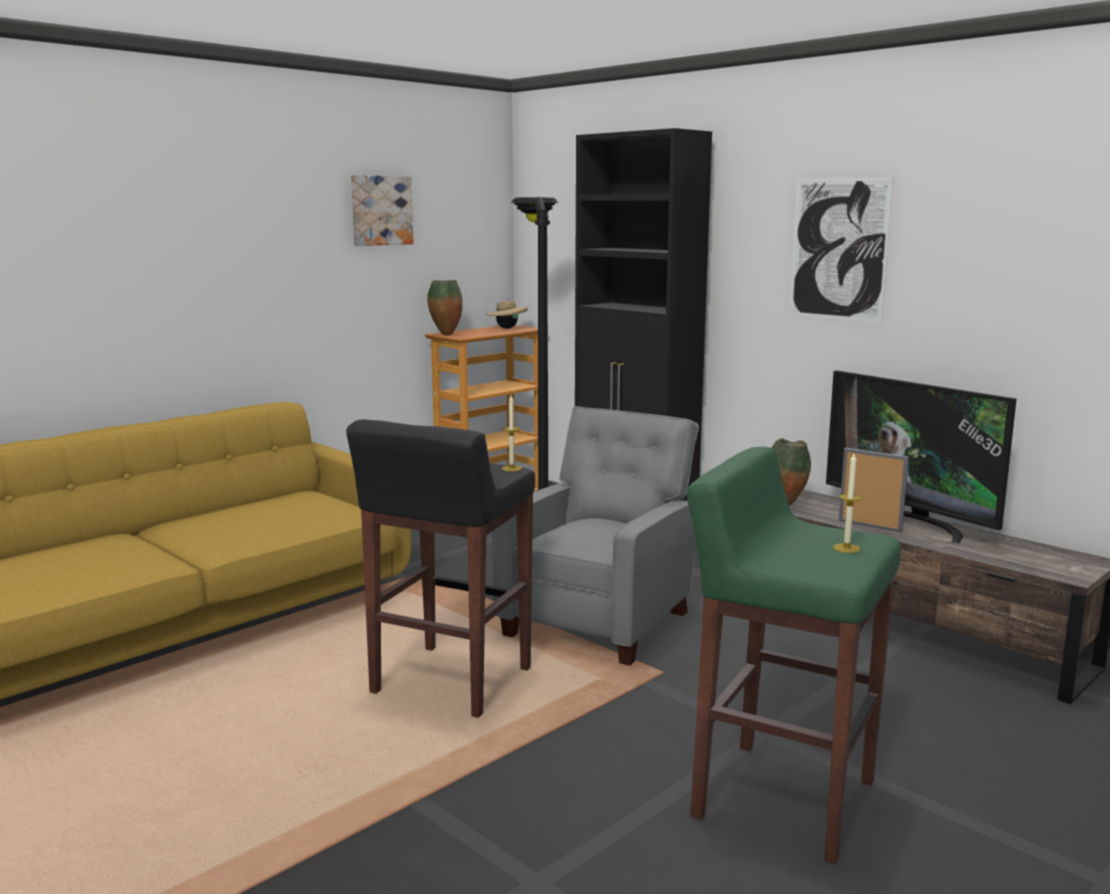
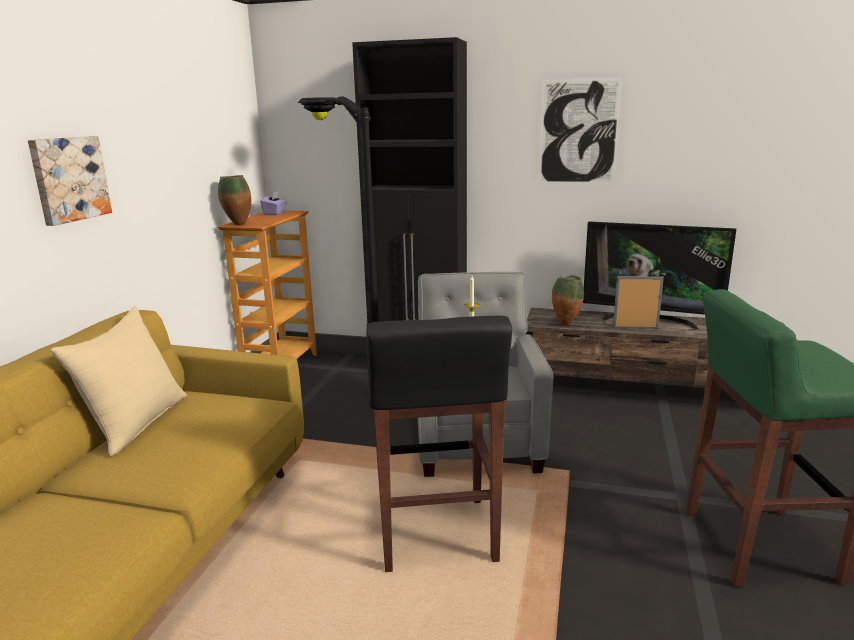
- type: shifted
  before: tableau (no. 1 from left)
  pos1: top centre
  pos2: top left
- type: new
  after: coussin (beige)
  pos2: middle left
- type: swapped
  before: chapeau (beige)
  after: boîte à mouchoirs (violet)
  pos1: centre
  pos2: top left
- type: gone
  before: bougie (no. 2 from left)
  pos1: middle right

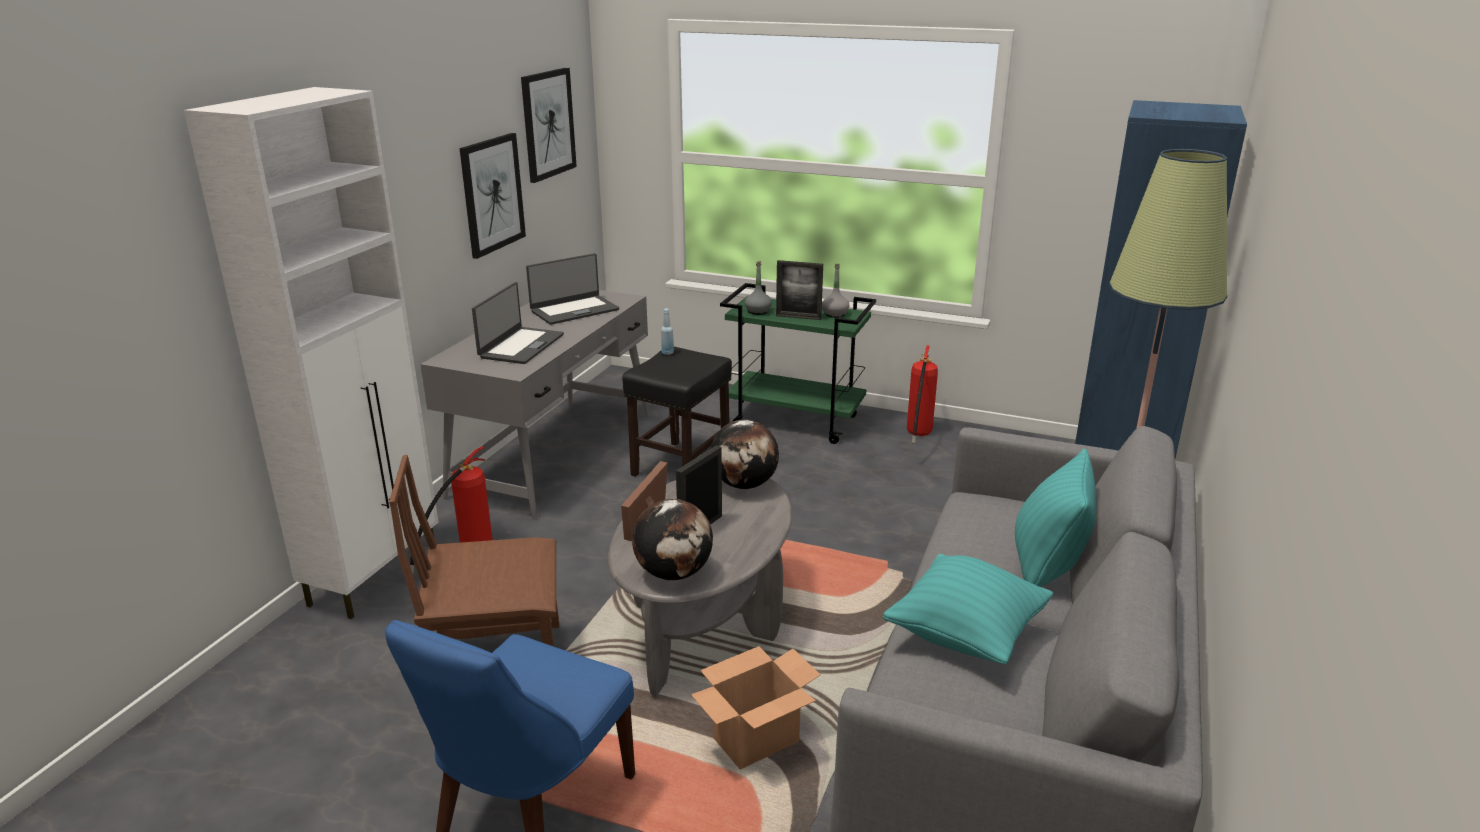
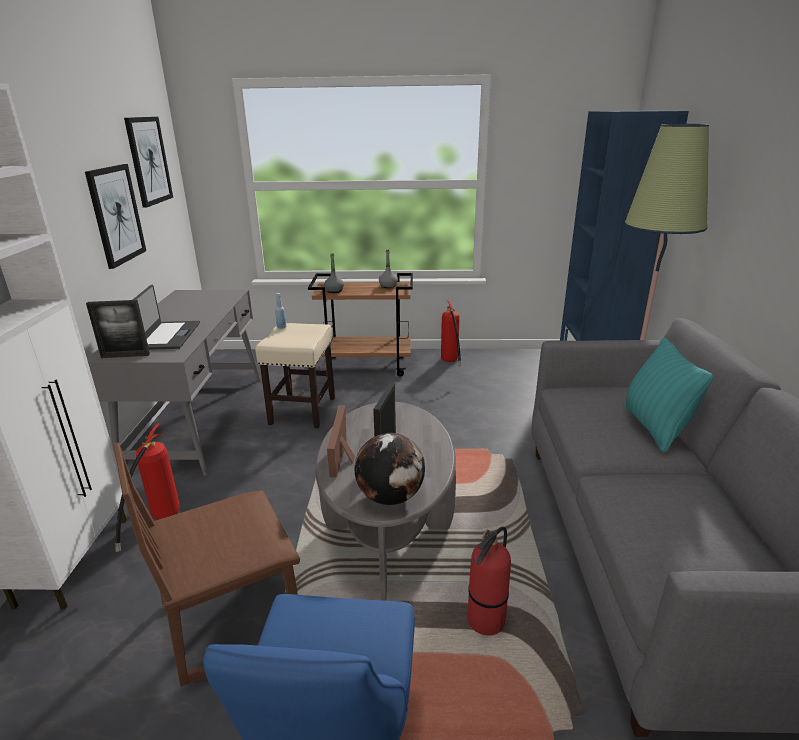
- type: shifted
  before: cadre photo (no. 3 from left in the first image)
  after: cadre photo (no. 1 from left)
  pos1: centre
  pos2: middle left
- type: repainted
  before: tabouret (noir)
  after: tabouret (beige)
  pos1: centre
  pos2: centre
- type: repainted
  before: chariot (vert)
  after: chariot (marron)
  pos1: centre
  pos2: centre
- type: swapped
  before: carton
  after: extincteur (no. 3 from left)
  pos1: bottom centre
  pos2: bottom centre
- type: gone
  before: ordinateur portable (no. 2 from left)
  pos1: centre
- type: gone
  before: globe (no. 2 from left)
  pos1: centre
- type: gone
  before: coussin (turquoise) (no. 1 from left)
  pos1: bottom centre

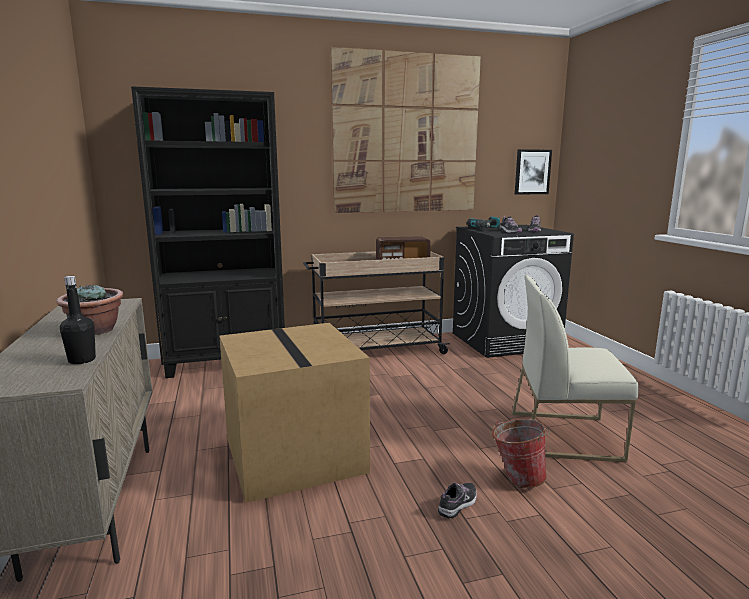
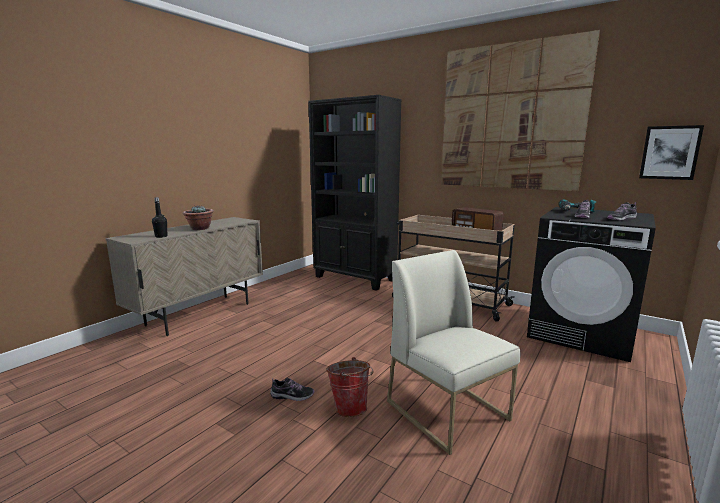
- type: gone
  before: carton
  pos1: bottom centre

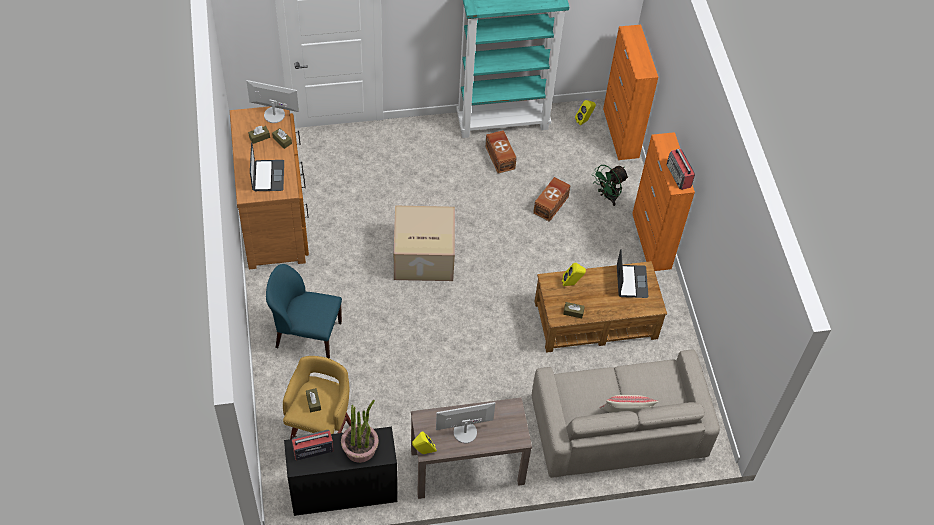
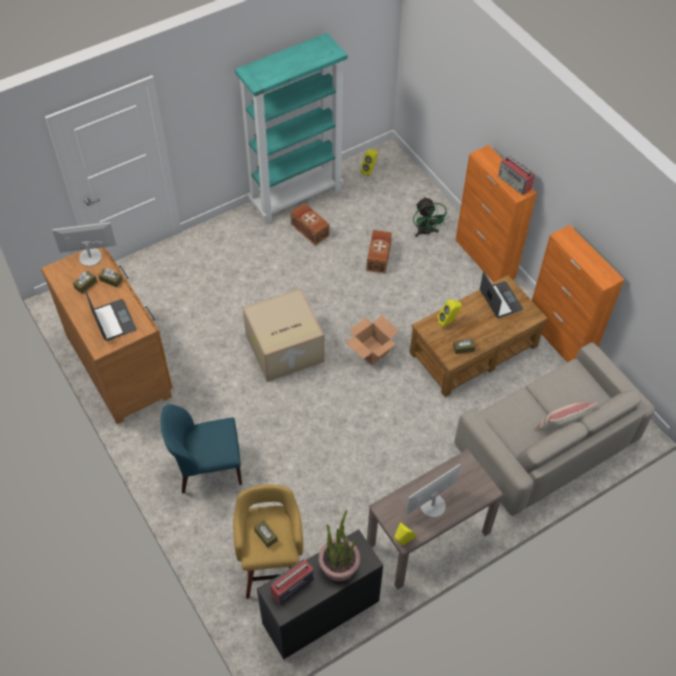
- type: new
  after: carton (no. 2 from left)
  pos2: centre
- type: rotated
  before: ventilateur (vert)
  pos1: centre
  pos2: top centre
  turn: -45
- type: shifted
  before: meuble de rangement (orange) (no. 1 from left in the first image)
  after: meuble de rangement (orange) (no. 2 from left)
  pos1: top right
  pos2: middle right

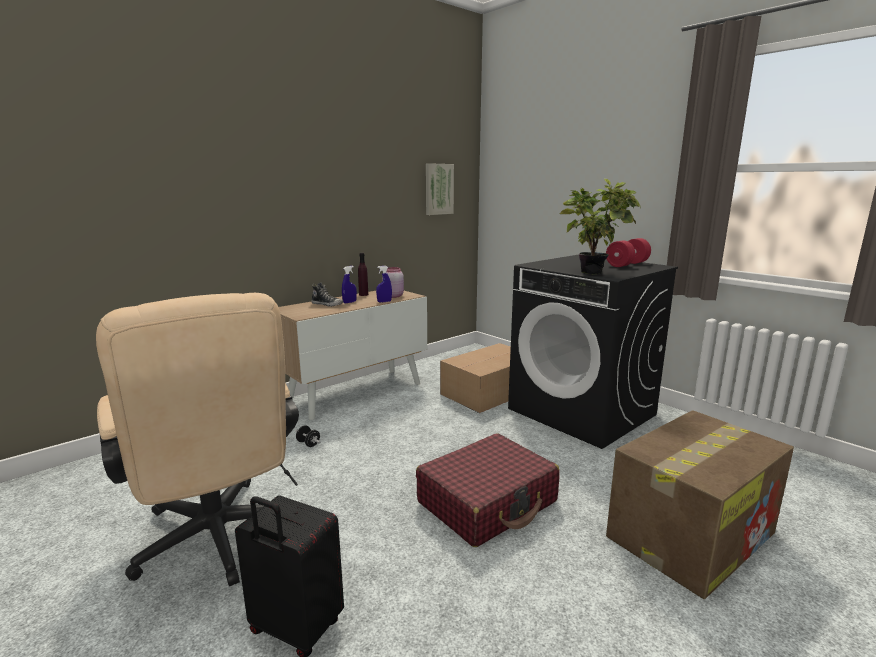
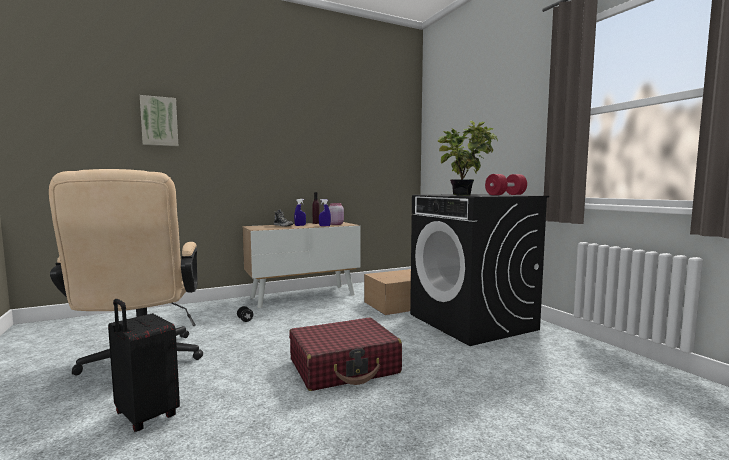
- type: shifted
  before: tableau
  pos1: top centre
  pos2: top left
- type: gone
  before: carton (no. 2 from left)
  pos1: bottom right

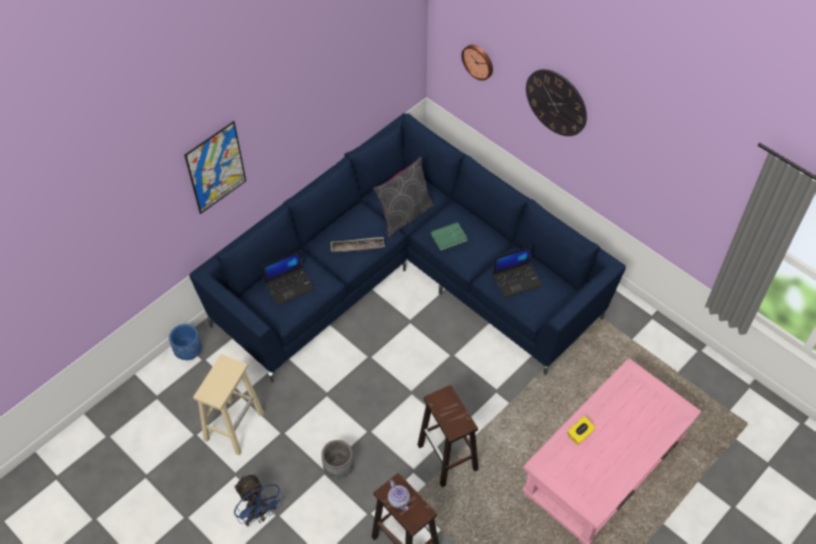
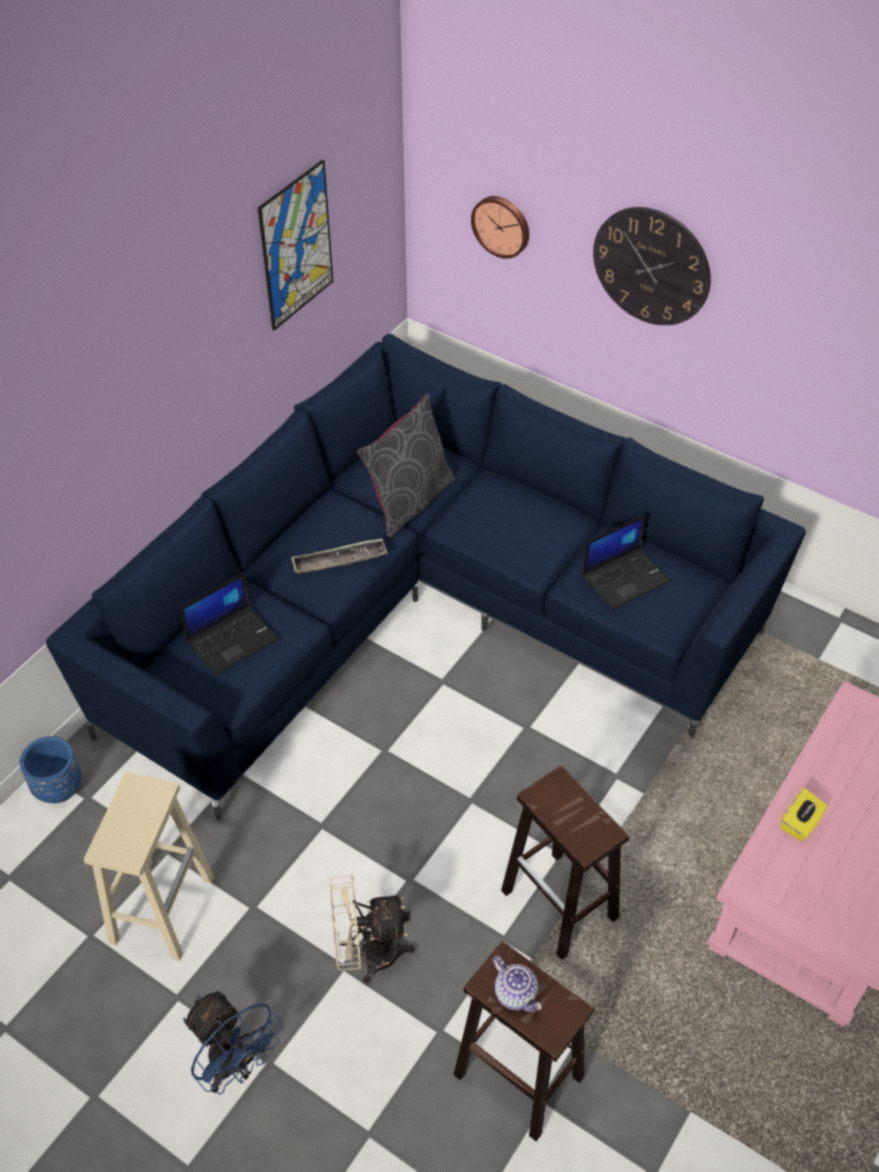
- type: shifted
  before: tableau
  pos1: top left
  pos2: top centre
- type: swapped
  before: cache-pot (gris)
  after: ventilateur (beige)
  pos1: bottom centre
  pos2: bottom centre
- type: gone
  before: livre (vert)
  pos1: centre

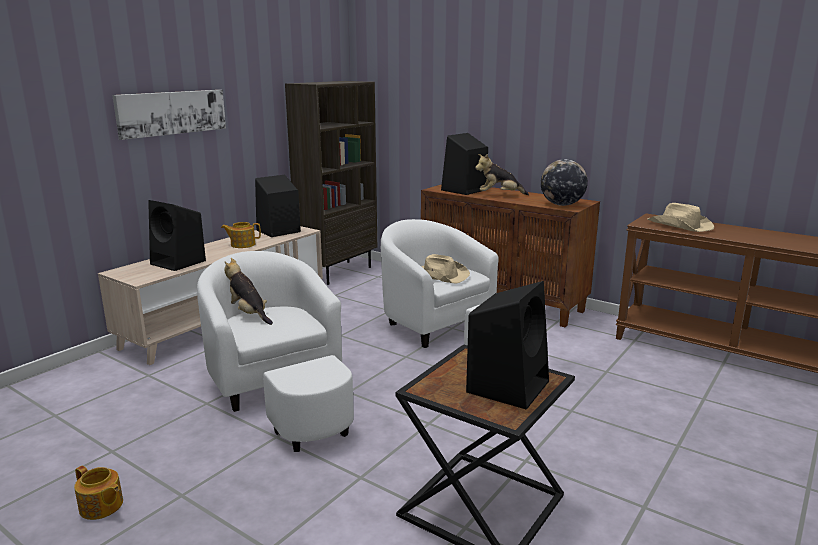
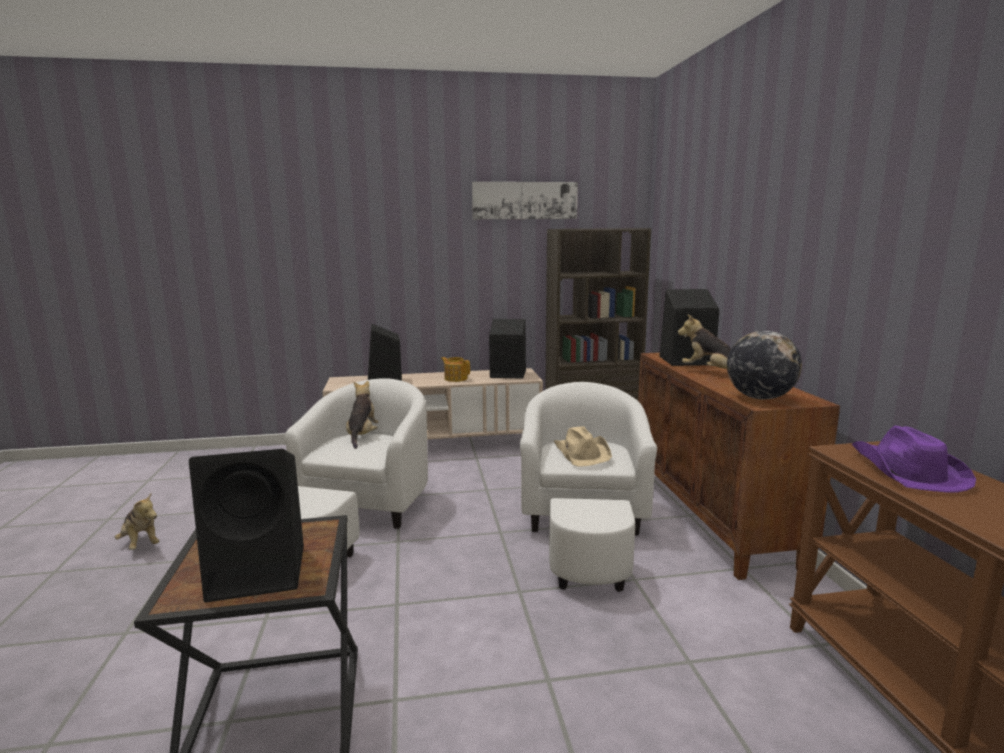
- type: swapped
  before: théière (no. 1 from left)
  after: peluche (no. 1 from left)
  pos1: bottom left
  pos2: bottom left
- type: shifted
  before: tableau
  pos1: top left
  pos2: top centre
- type: repainted
  before: chapeau (beige) (no. 2 from left)
  after: chapeau (violet)
  pos1: middle right
  pos2: middle right

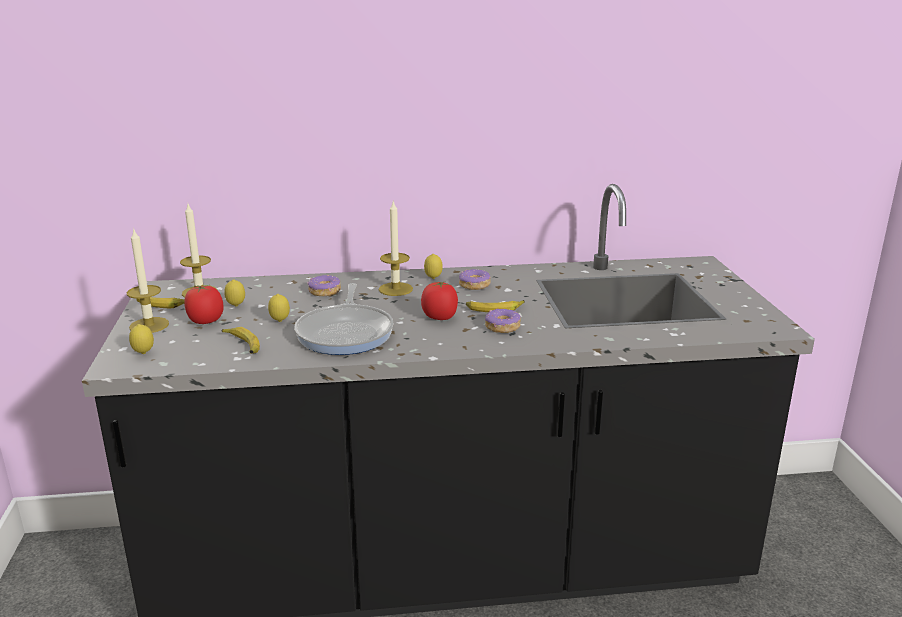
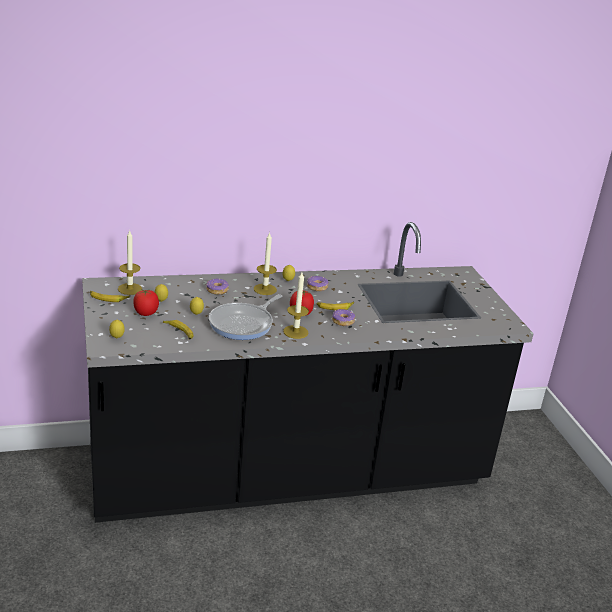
- type: rotated
  before: poêle
  pos1: centre
  pos2: centre
  turn: 45
- type: shifted
  before: bougie (no. 1 from left in the first image)
  after: bougie (no. 3 from left)
  pos1: middle left
  pos2: centre

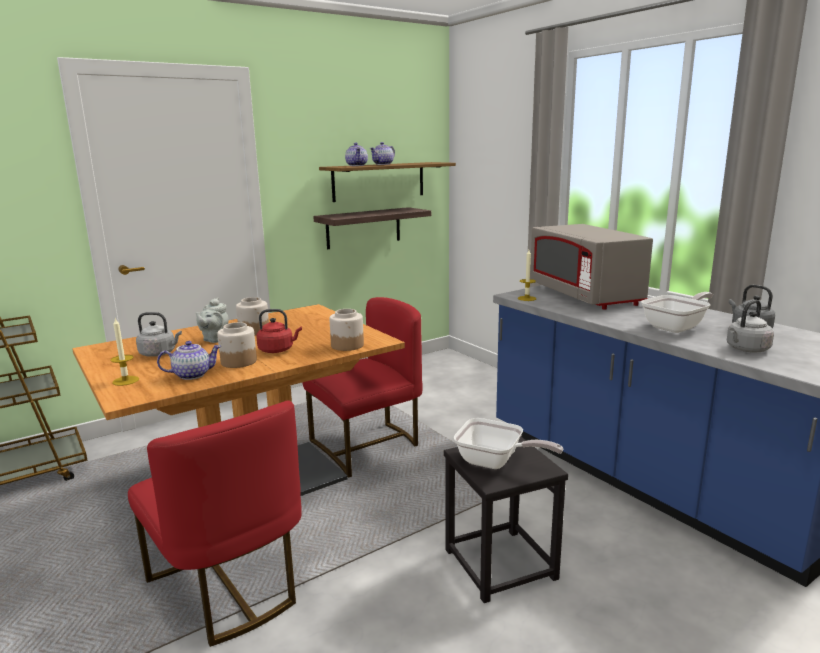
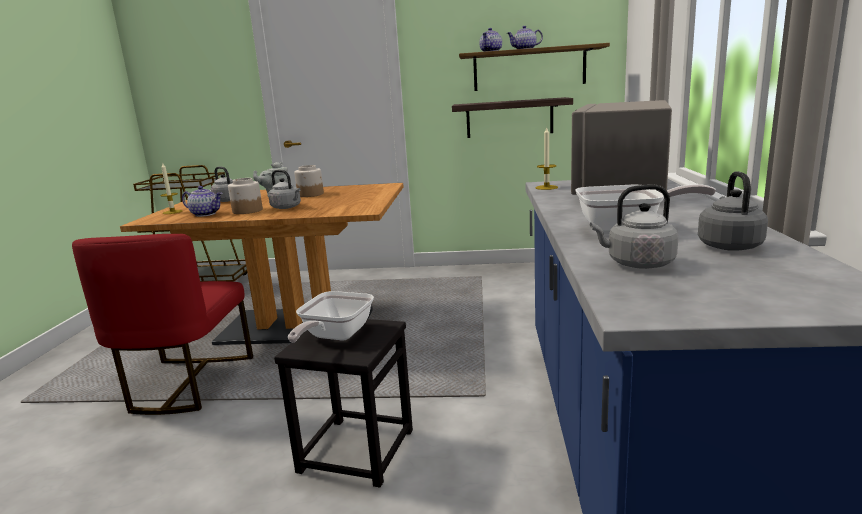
- type: repainted
  before: bouilloire (rouge)
  after: bouilloire (gris) (no. 2 from left)
  pos1: centre
  pos2: middle left
- type: rotated
  before: poêle (no. 1 from left)
  pos1: bottom centre
  pos2: centre
  turn: 45
- type: gone
  before: chaise (rouge) (no. 2 from left)
  pos1: centre
- type: gone
  before: bocal (no. 3 from left)
  pos1: centre

